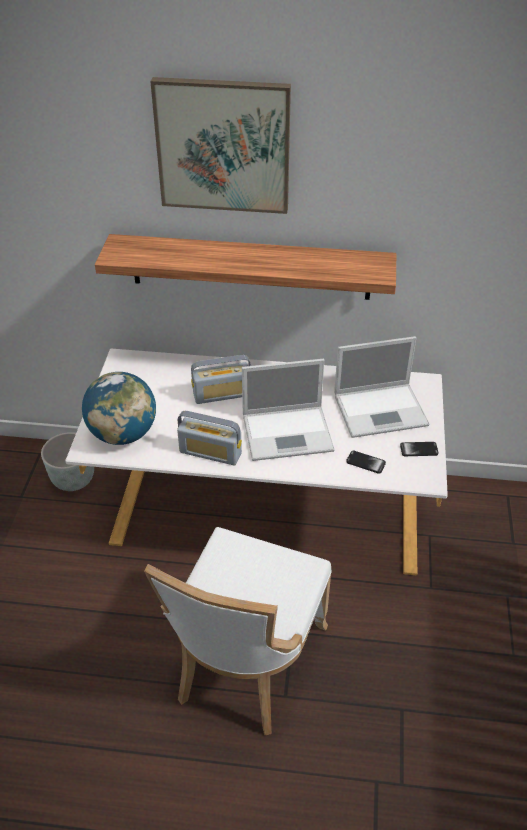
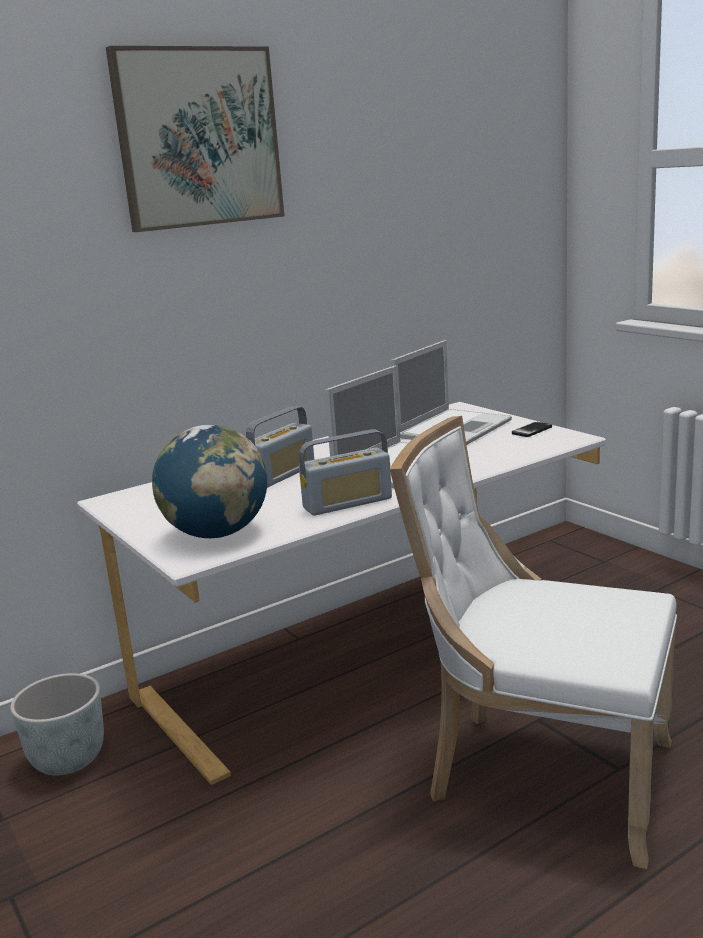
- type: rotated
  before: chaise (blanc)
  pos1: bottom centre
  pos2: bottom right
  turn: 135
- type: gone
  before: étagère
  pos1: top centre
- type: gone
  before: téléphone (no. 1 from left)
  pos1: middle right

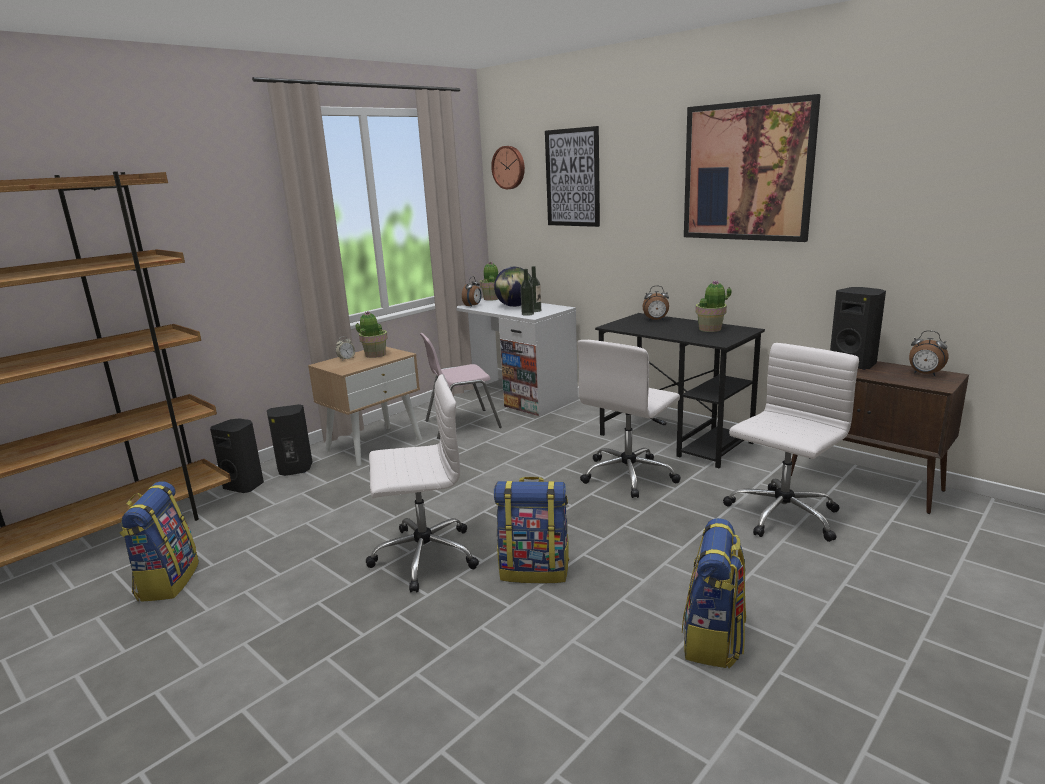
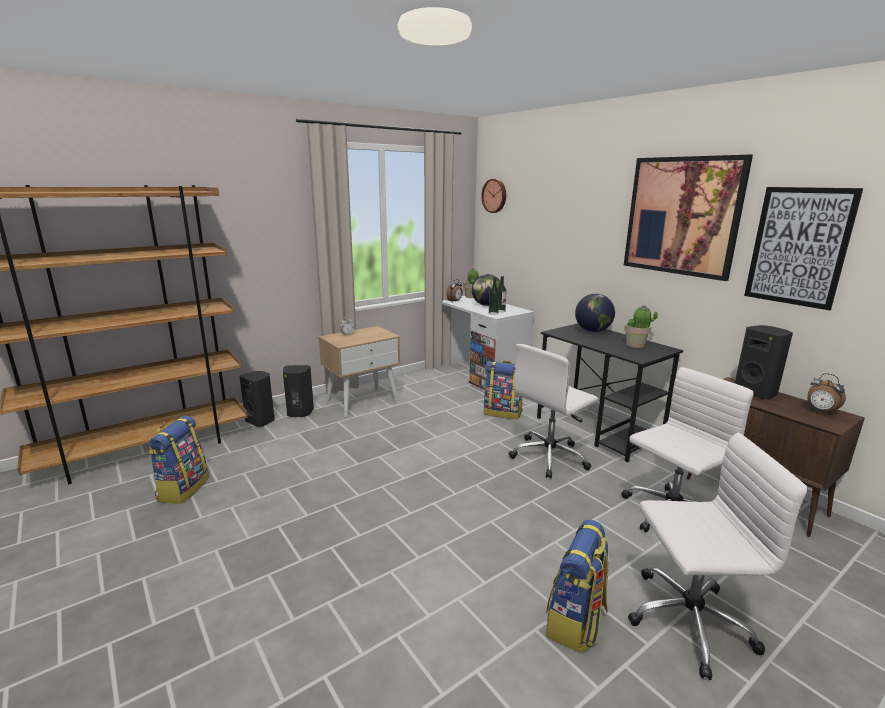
- type: shifted
  before: sac à dos (no. 2 from left)
  pos1: bottom centre
  pos2: centre
- type: swapped
  before: réveil (no. 3 from left)
  after: globe (no. 2 from left)
  pos1: centre
  pos2: middle right
- type: shifted
  before: chaise de bureau (blanc) (no. 1 from left in the first image)
  after: chaise de bureau (blanc) (no. 3 from left)
  pos1: centre
  pos2: bottom right
- type: shifted
  before: tableau (no. 1 from left in the first image)
  after: tableau (no. 2 from left)
  pos1: top centre
  pos2: middle right
- type: gone
  before: plante en pot (no. 1 from left)
  pos1: centre
- type: gone
  before: chaise (rose)
  pos1: centre

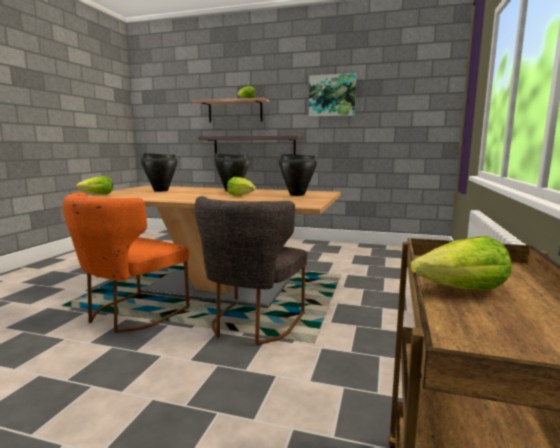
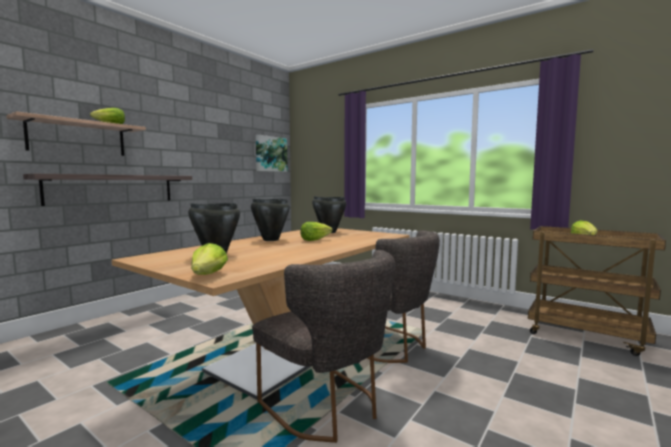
- type: repainted
  before: chaise (orange)
  after: chaise (gris) (no. 1 from left)
  pos1: middle left
  pos2: bottom centre
- type: shifted
  before: tableau
  pos1: top centre
  pos2: centre

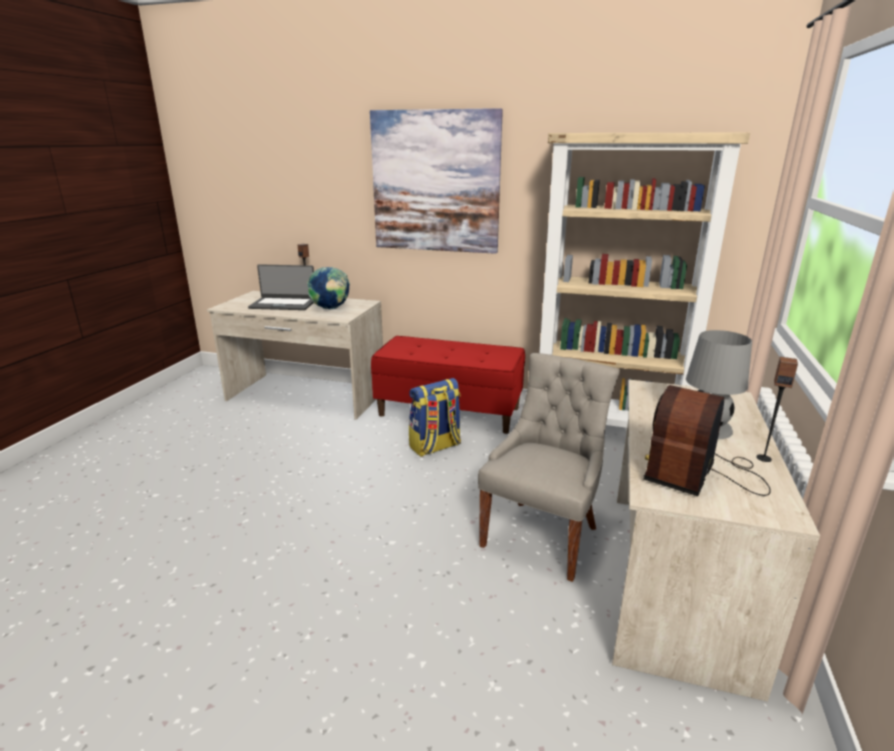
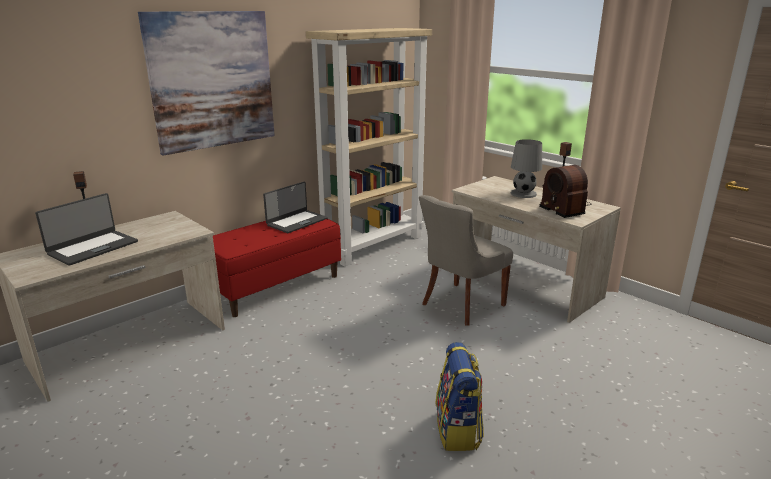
- type: new
  after: ordinateur portable (no. 2 from left)
  pos2: centre
- type: rotated
  before: chaise (gris)
  pos1: centre
  pos2: centre
  turn: -105
- type: shifted
  before: sac à dos
  pos1: centre
  pos2: bottom centre
- type: gone
  before: globe
  pos1: centre

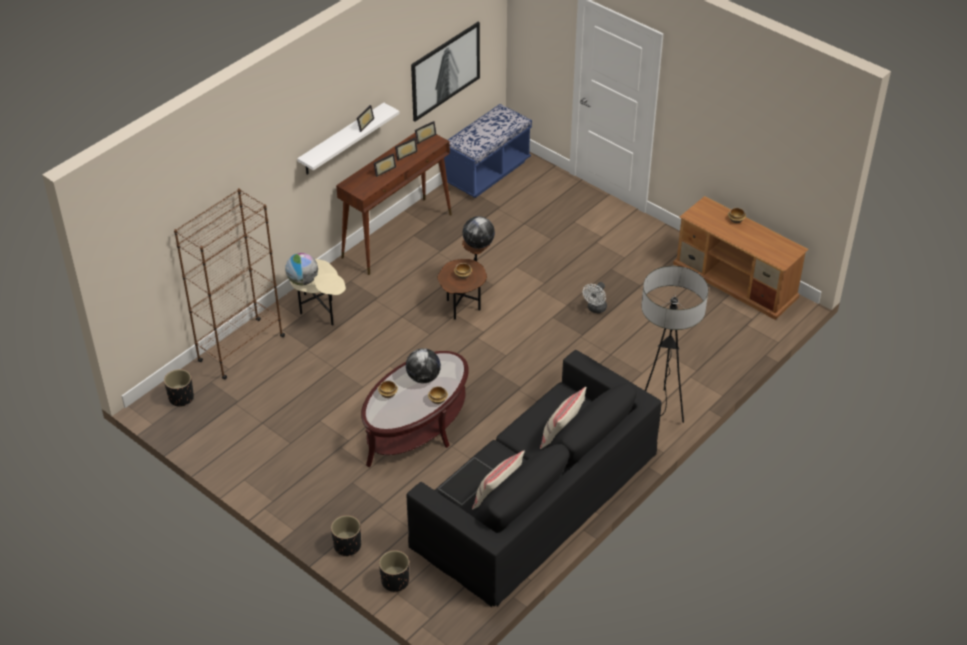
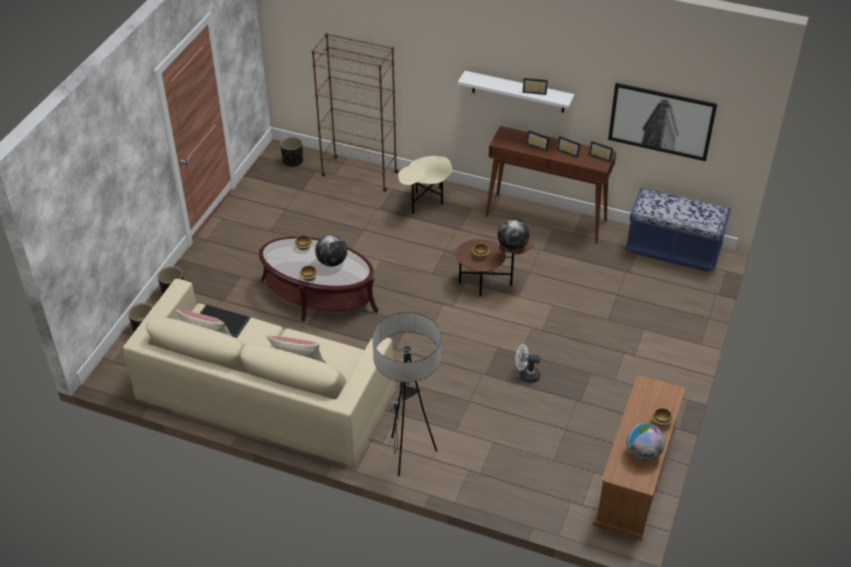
- type: repainted
  before: canapé (noir)
  after: canapé (beige)
  pos1: bottom centre
  pos2: middle left
- type: shifted
  before: globe (no. 1 from left in the first image)
  after: globe (no. 3 from left)
  pos1: middle left
  pos2: bottom right

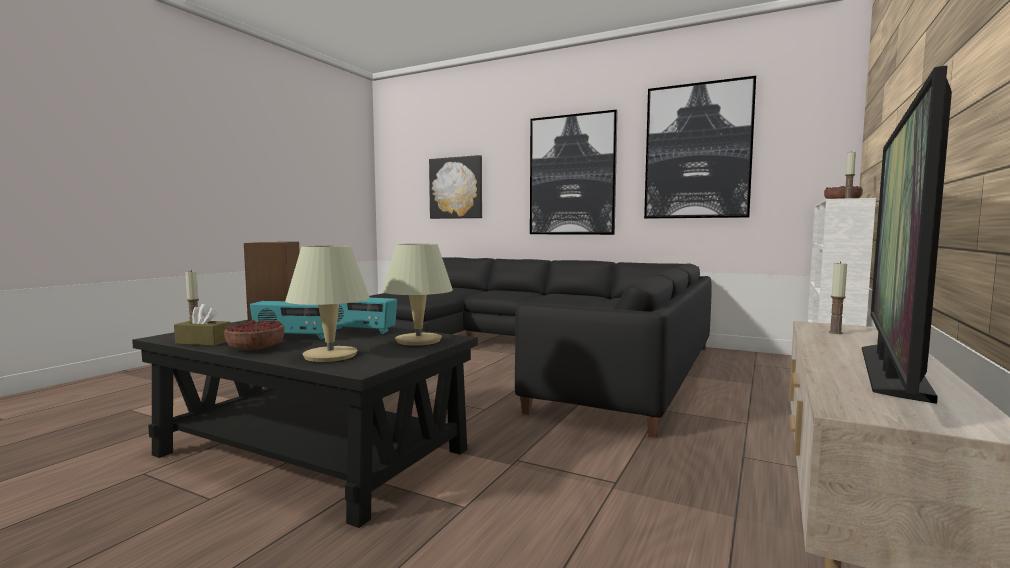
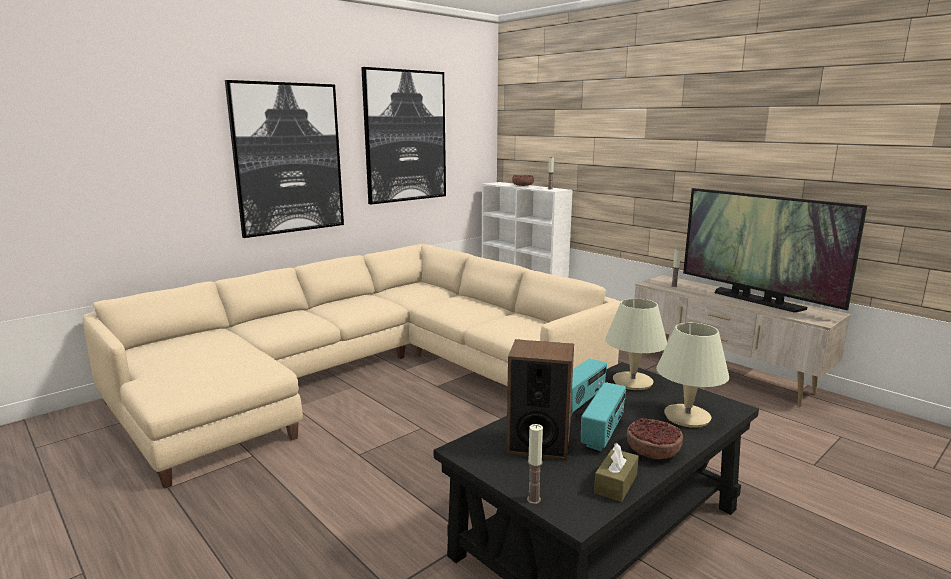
- type: repainted
  before: canapé (noir)
  after: canapé (beige)
  pos1: centre
  pos2: centre
- type: gone
  before: tableau (no. 1 from left)
  pos1: top centre

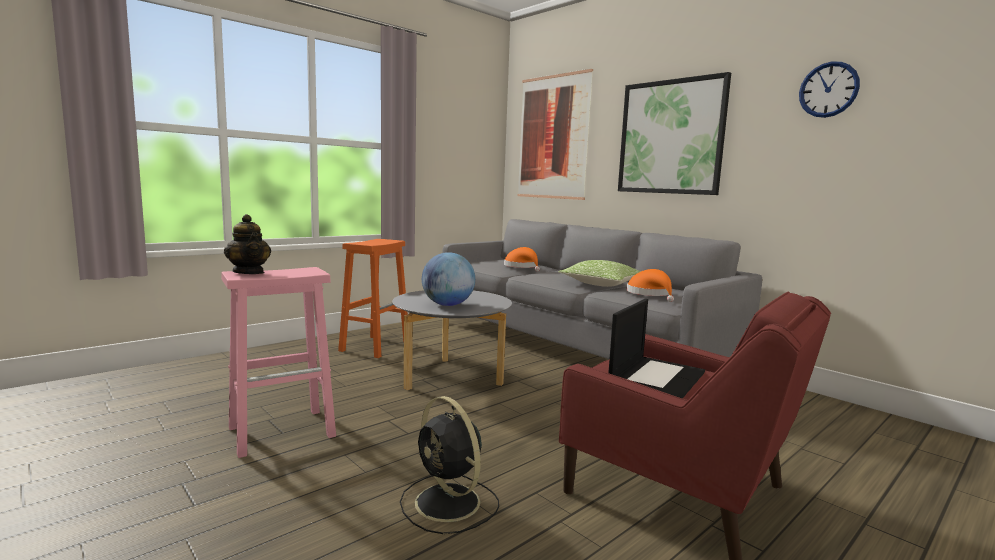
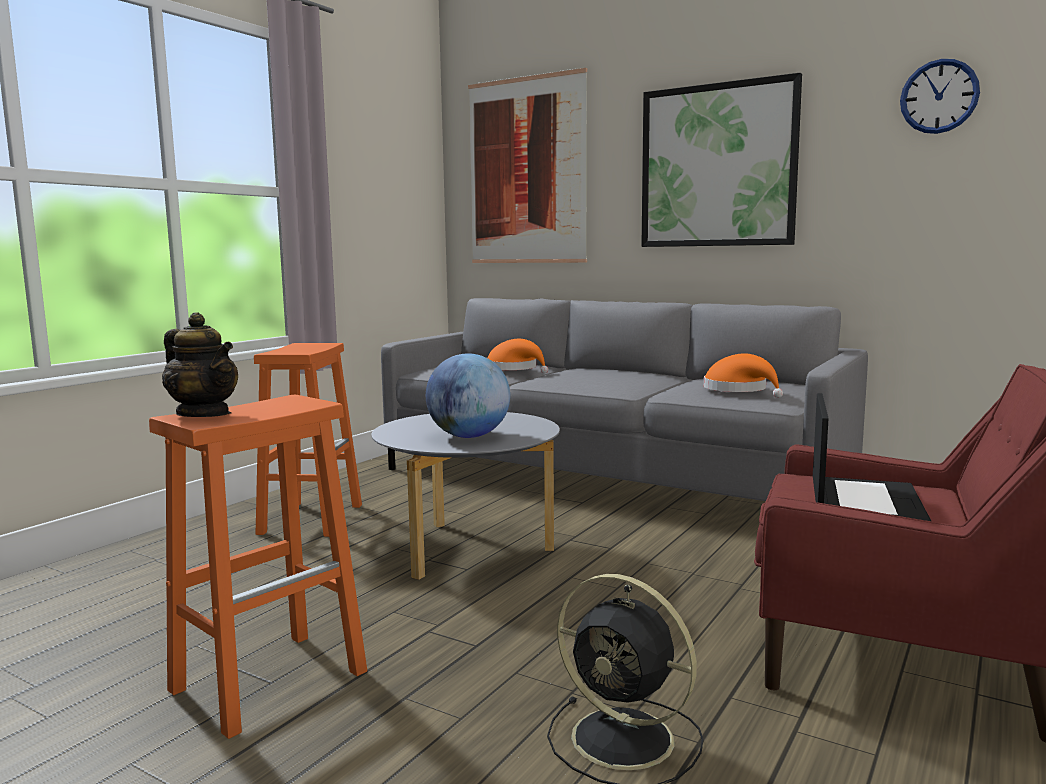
- type: repainted
  before: tabouret (rose)
  after: tabouret (orange) (no. 1 from left)
  pos1: middle left
  pos2: bottom left
- type: gone
  before: coussin
  pos1: centre

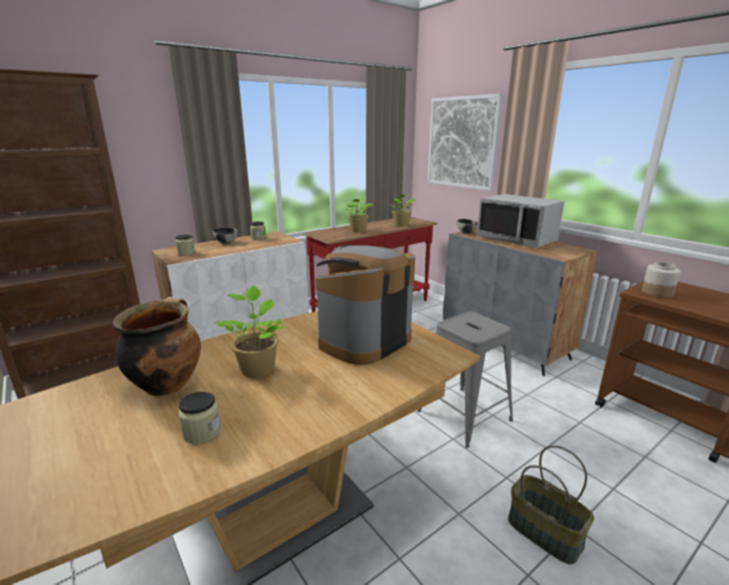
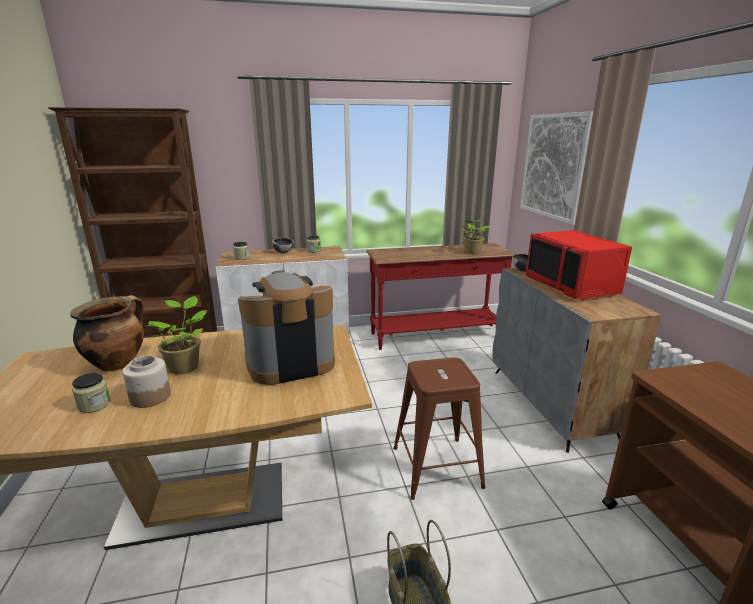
- type: shifted
  before: bocal (no. 4 from left in the first image)
  after: bocal (no. 2 from left)
  pos1: middle right
  pos2: middle left
- type: repainted
  before: tabouret (gris)
  after: tabouret (marron)
  pos1: centre
  pos2: bottom centre
- type: repainted
  before: micro-ondes (gris)
  after: micro-ondes (rouge)
  pos1: middle right
  pos2: middle right
- type: gone
  before: plante en pot (no. 2 from left)
  pos1: centre

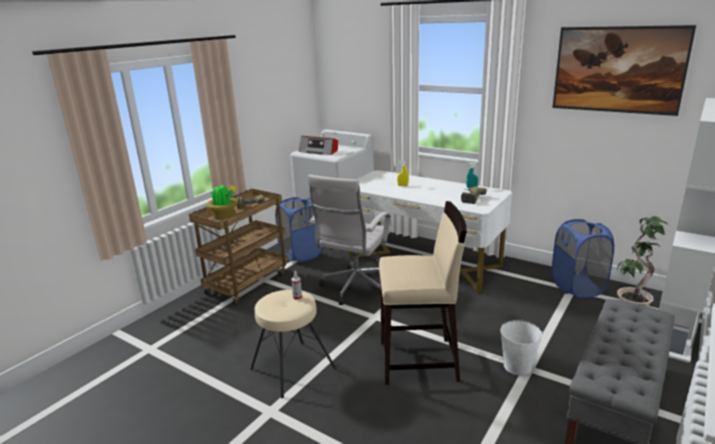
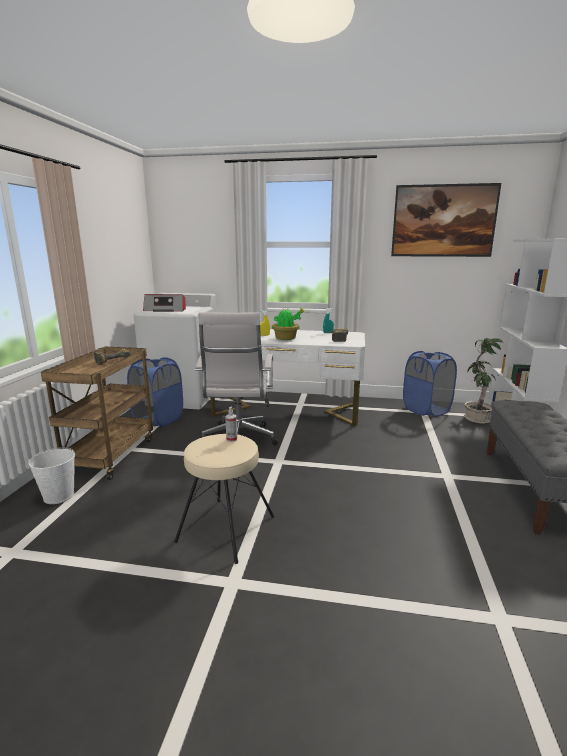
- type: shifted
  before: seau (blanc)
  pos1: bottom right
  pos2: middle left
- type: shifted
  before: plante en pot (no. 1 from left)
  pos1: middle left
  pos2: centre
- type: gone
  before: tabouret (beige) (no. 2 from left)
  pos1: centre

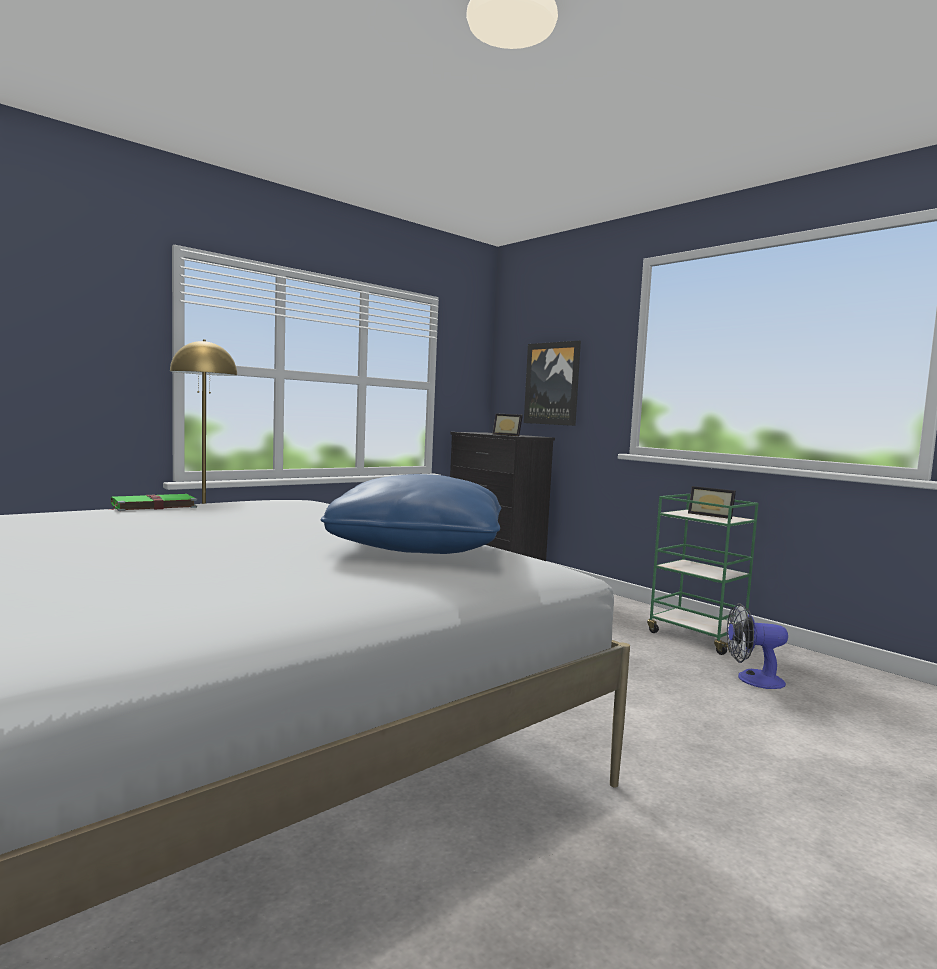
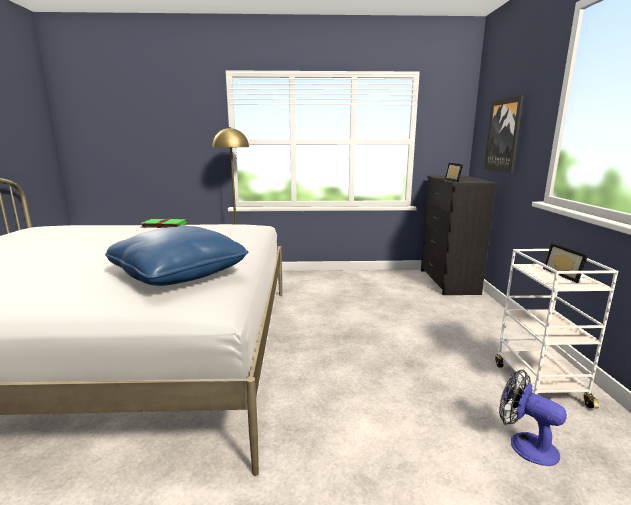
- type: repainted
  before: chariot (vert)
  after: chariot (blanc)
  pos1: middle right
  pos2: middle right

